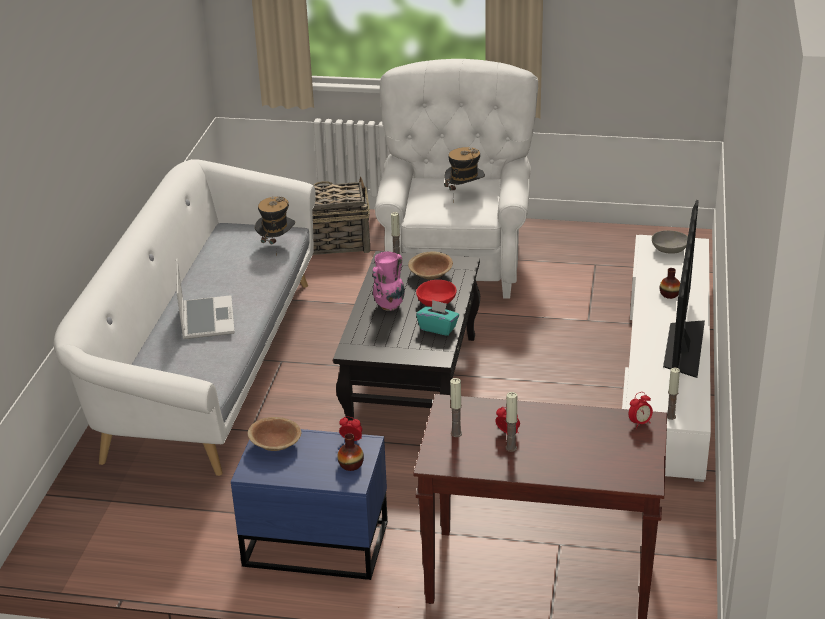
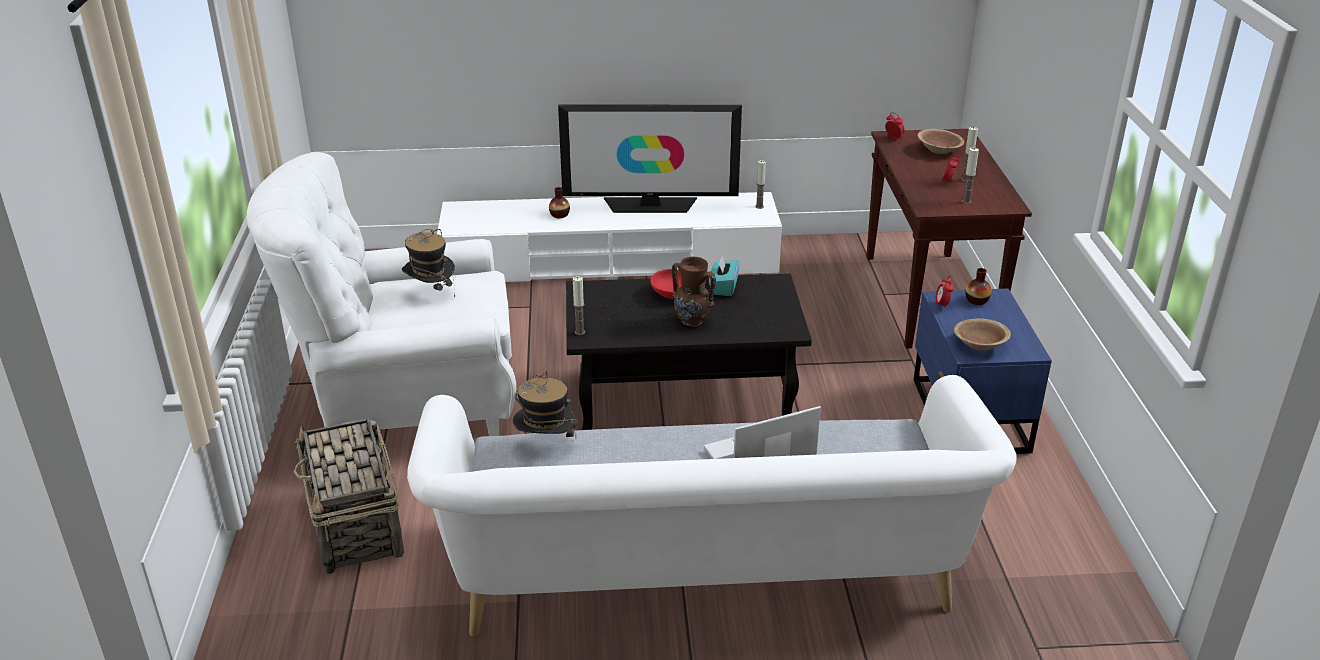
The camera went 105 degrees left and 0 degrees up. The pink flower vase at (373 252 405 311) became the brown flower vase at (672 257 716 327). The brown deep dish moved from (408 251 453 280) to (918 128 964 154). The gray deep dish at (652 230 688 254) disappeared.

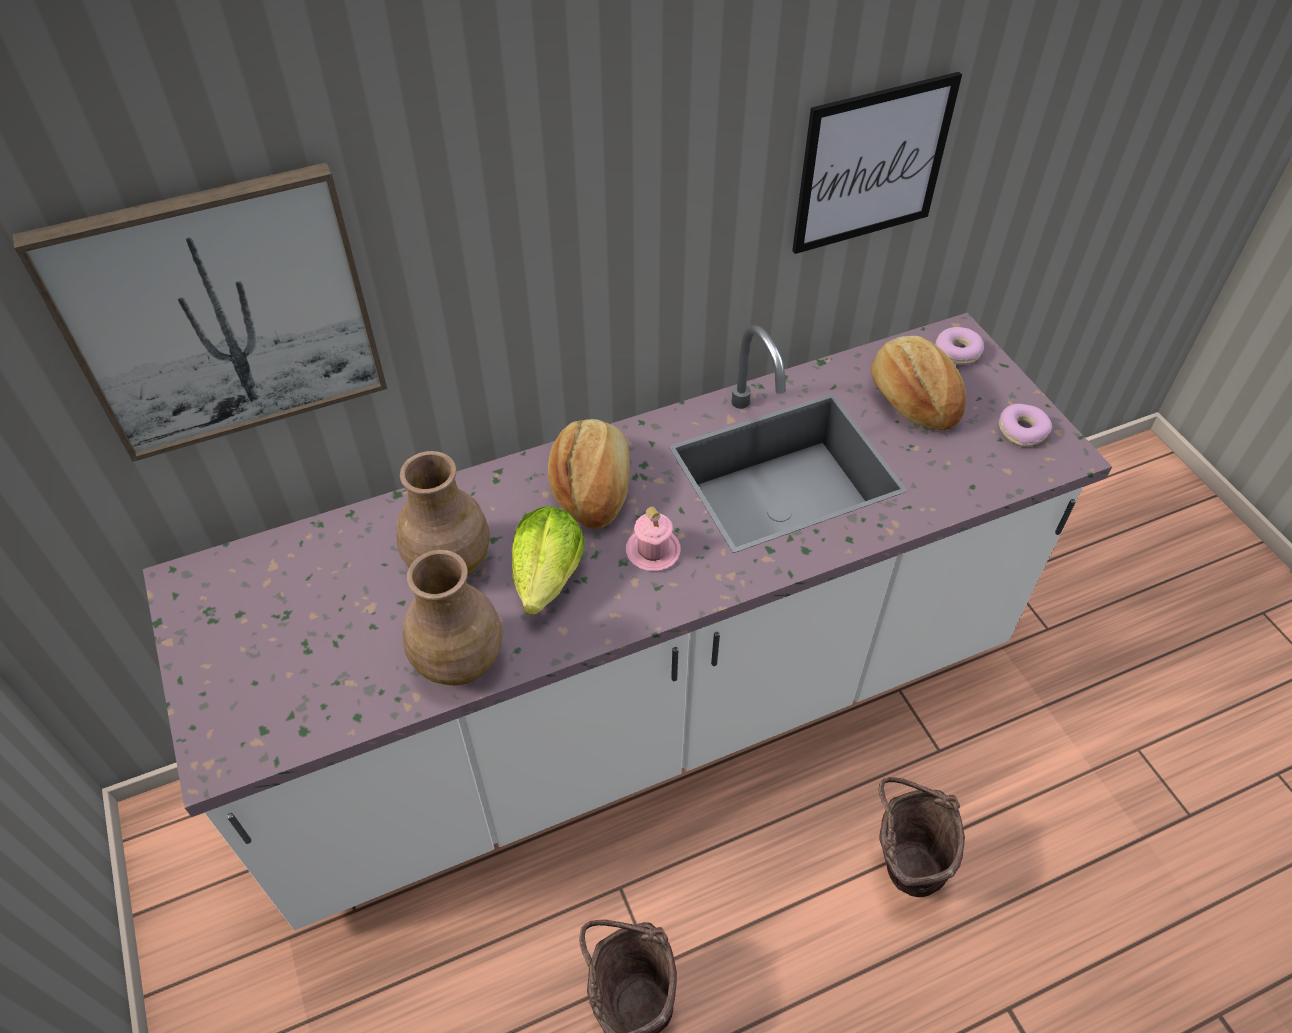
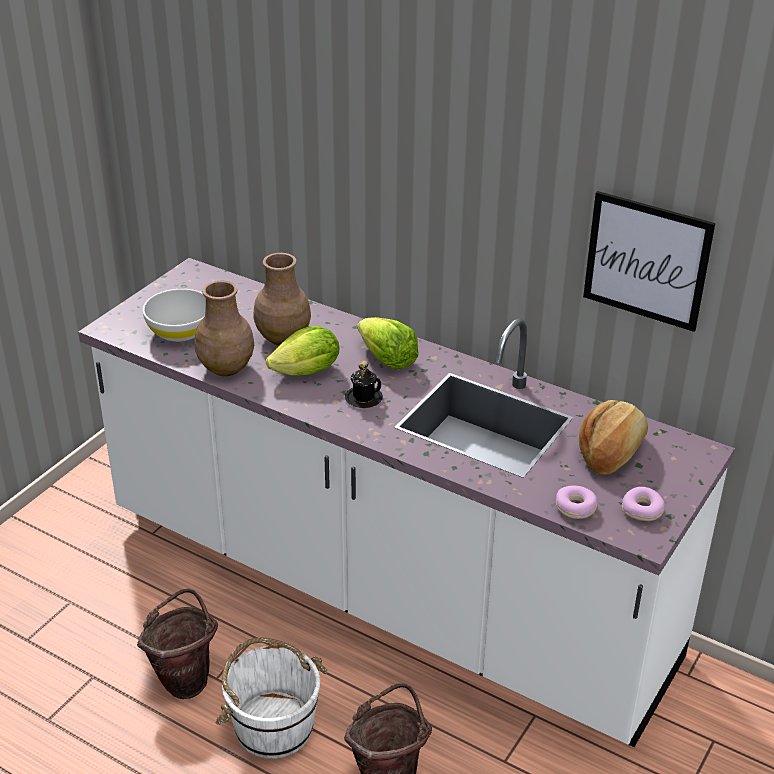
The camera went 55 degrees right and 15 degrees down. The white-coloured deep dish at (142 289 206 342) appeared. The white-coloured pail at (216 638 328 759) appeared. The pink mug at (626 507 681 571) became the blackish mug at (345 361 383 408). The bread at (548 419 630 529) was replaced by the lettuce at (357 317 418 370). The ring doughnut moved from (935 327 984 365) to (556 486 598 519). The picture at (13 162 387 462) disappeared.

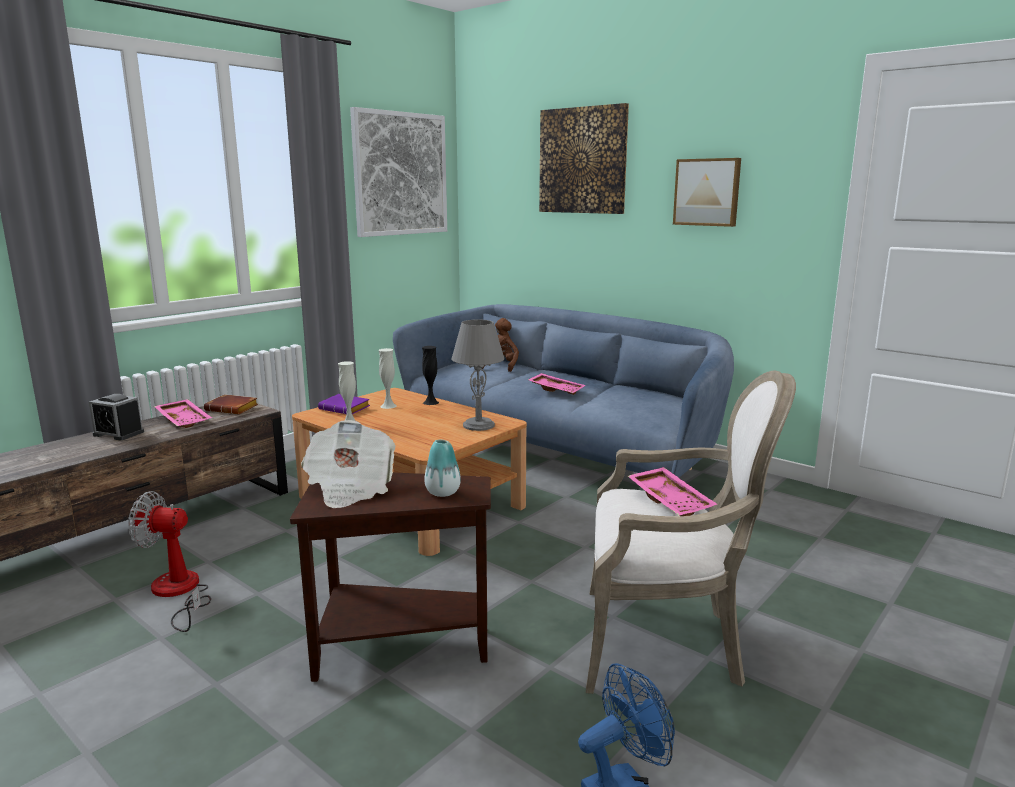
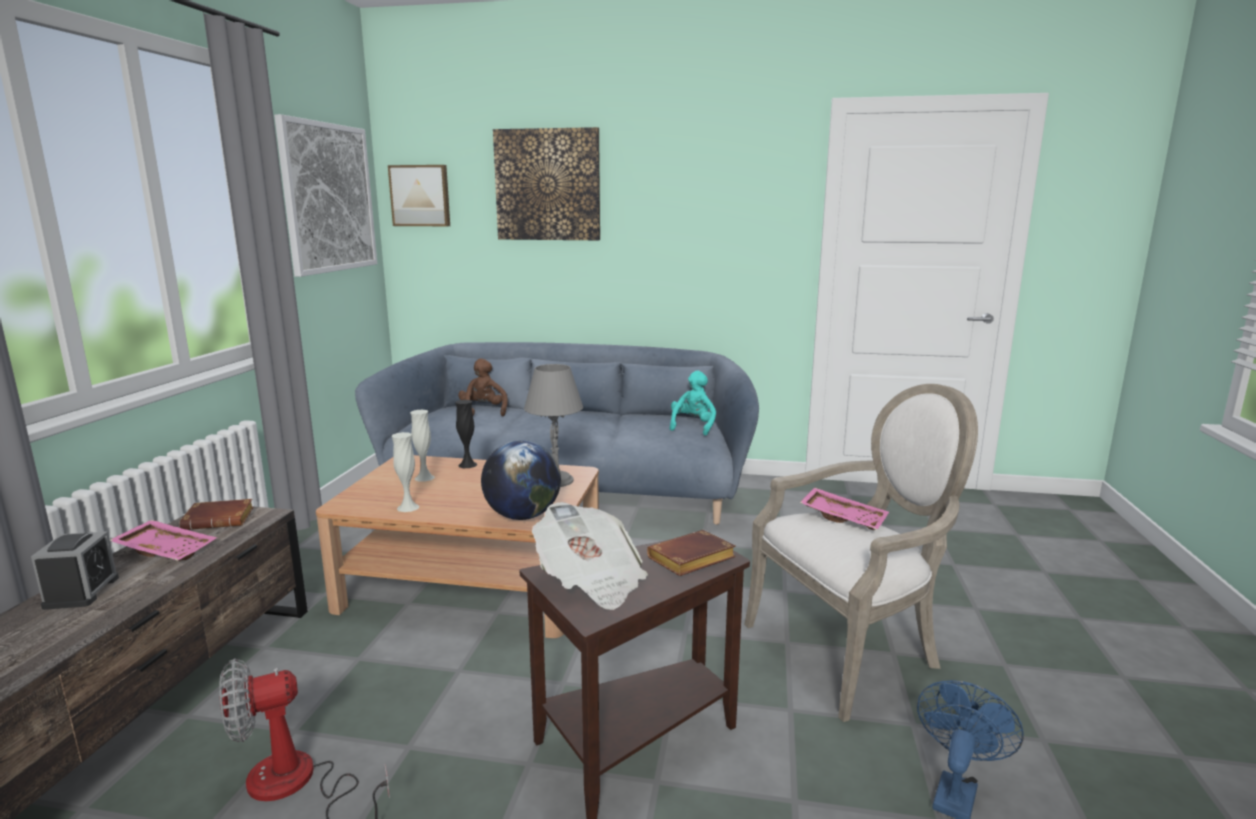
The camera went 30 degrees left and 0 degrees up. The bedside clock at (89 394 144 440) turned 90 degrees counterclockwise. The picture moved from (673 158 741 227) to (388 165 450 226). The desk globe at (481 440 561 520) appeared. The flower vase at (424 440 461 497) was replaced by the brown volume at (647 530 736 576). The blue-green soft toy at (670 370 716 436) appeared. The purple volume at (318 394 370 414) disappeared. The pink tray at (528 373 585 395) disappeared.

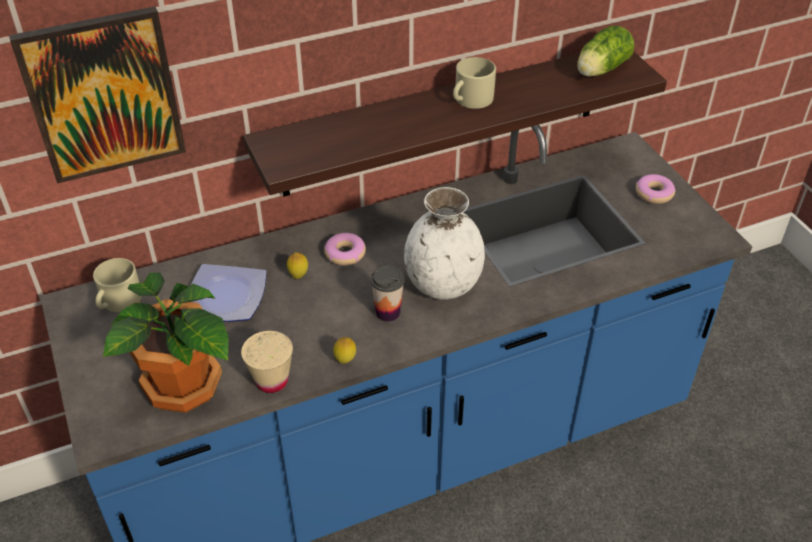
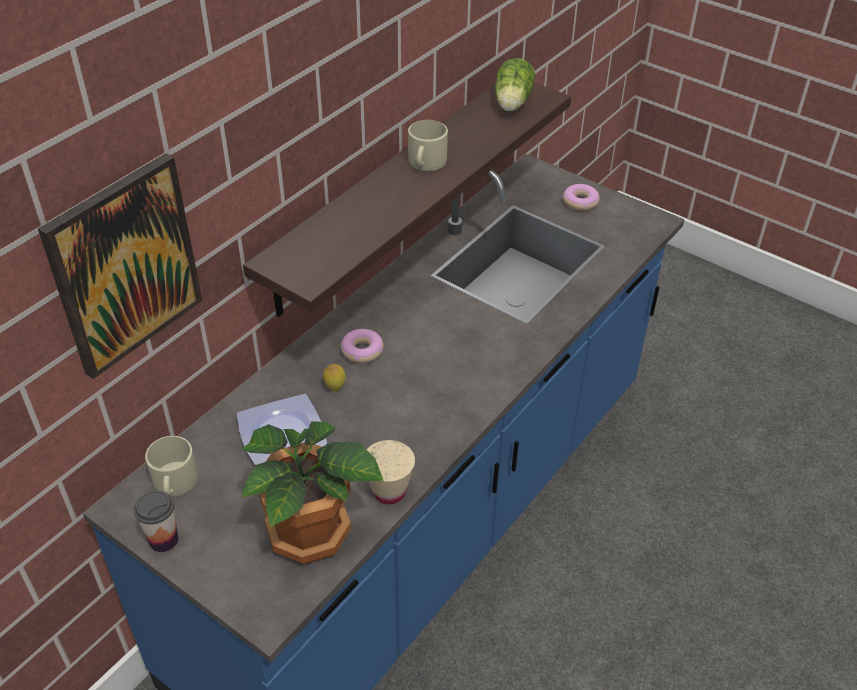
The camera went 30 degrees left and 0 degrees up. The cup moved from (371 265 405 322) to (134 490 178 552). The lemon at (333 337 356 364) disappeared. The white-coloured flower vase at (404 187 485 300) disappeared.

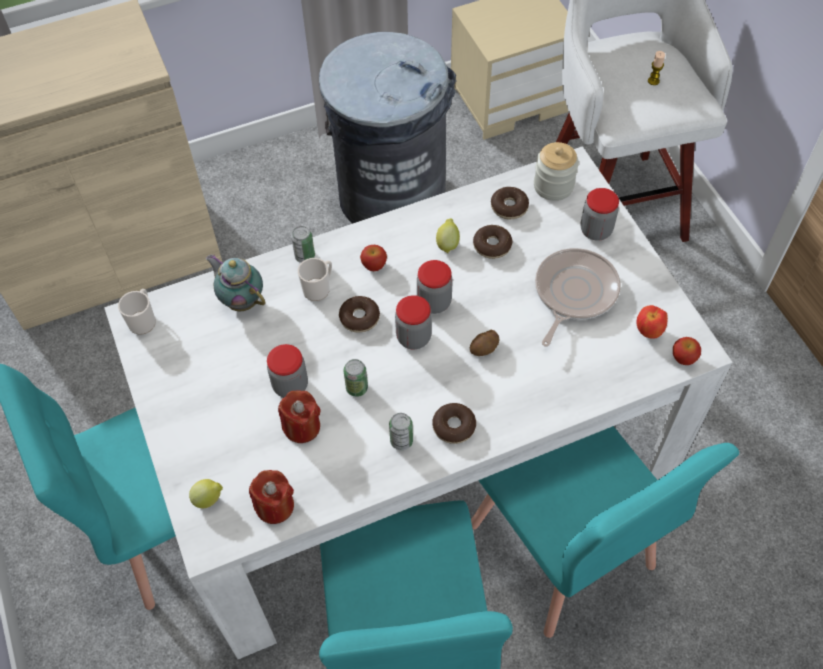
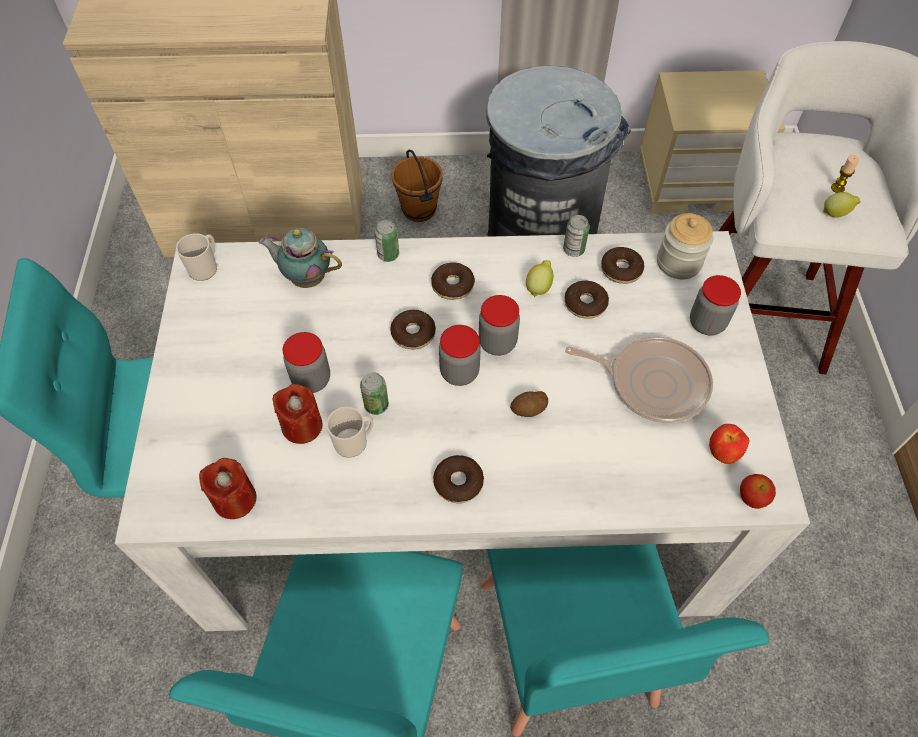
The camera went 20 degrees right and 0 degrees up. The pot for tea at (206 254 266 311) turned 45 degrees counterclockwise. The mug moved from (298 258 332 301) to (326 407 373 458). The brown pail at (391 149 443 222) appeared. The apple at (360 245 387 271) was replaced by the ring doughnut at (431 263 475 300). The can moved from (389 413 413 450) to (563 215 590 257). The skillet at (535 248 621 347) turned 60 degrees clockwise. The lemon moved from (189 479 223 508) to (823 192 860 218).

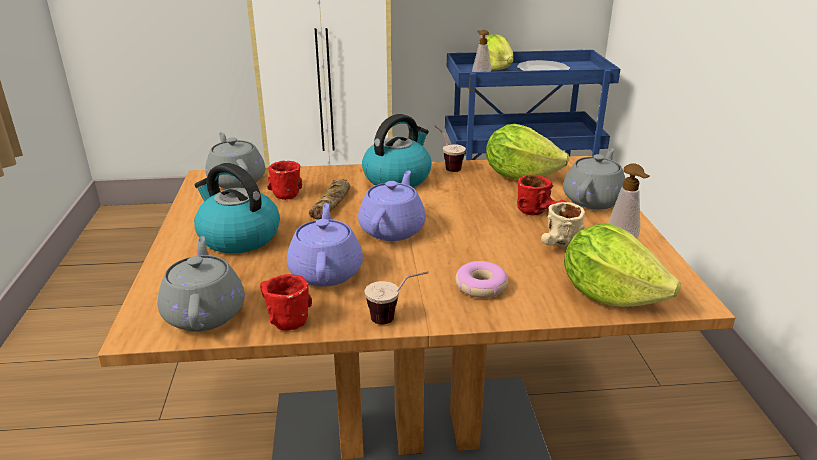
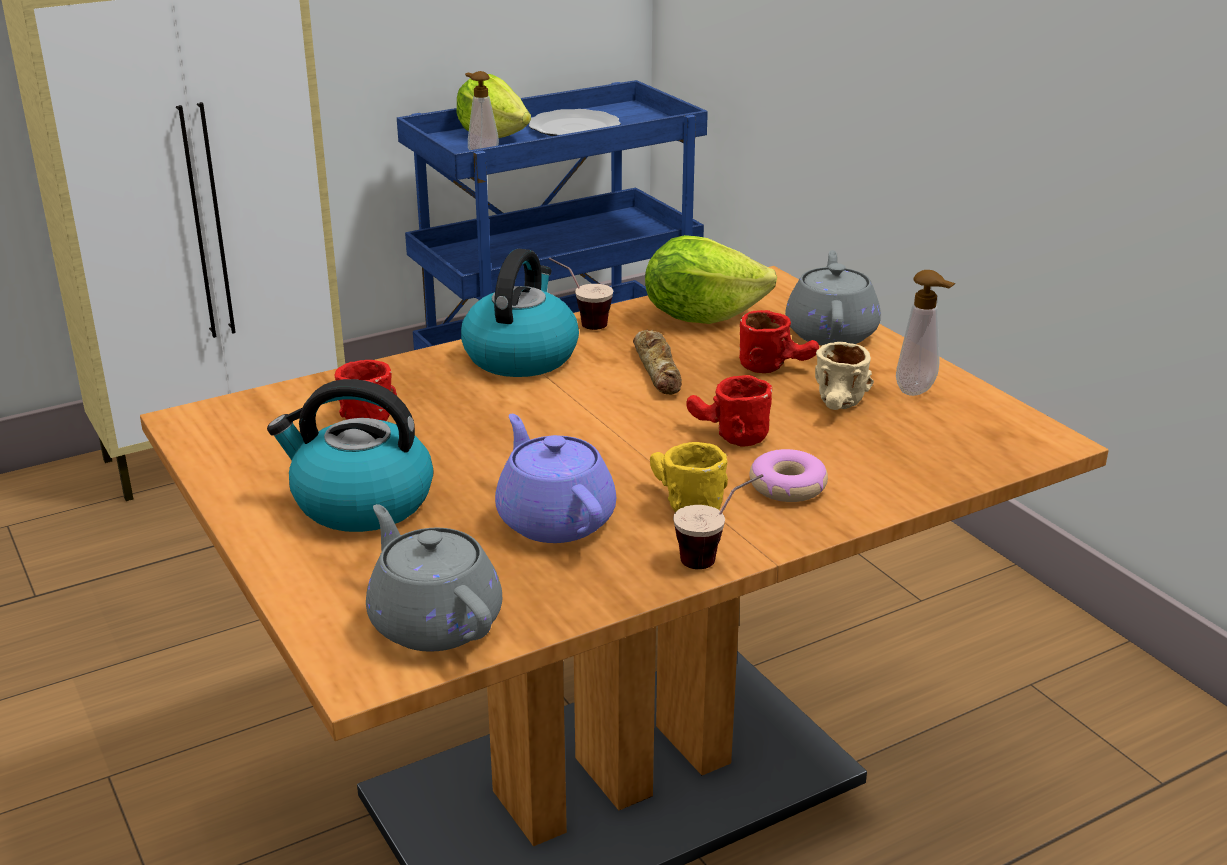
The camera went 25 degrees left and 0 degrees up. The bread moved from (309 179 350 220) to (633 330 682 395). The yellowish mug at (650 442 728 513) appeared. The reddish mug moved from (260 274 312 331) to (686 375 772 447). The gray pot for tea at (205 132 265 189) disappeared. The purple pot for tea at (358 170 426 241) disappeared. The lettuce at (564 223 681 307) disappeared.

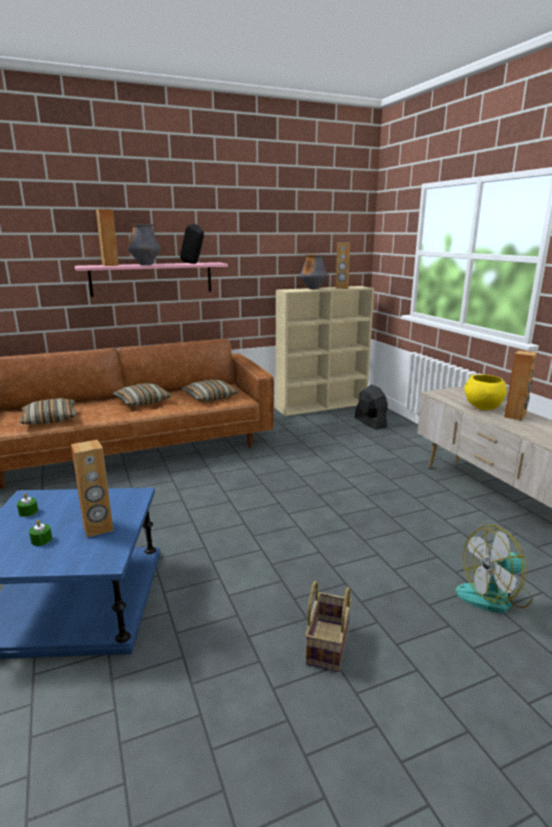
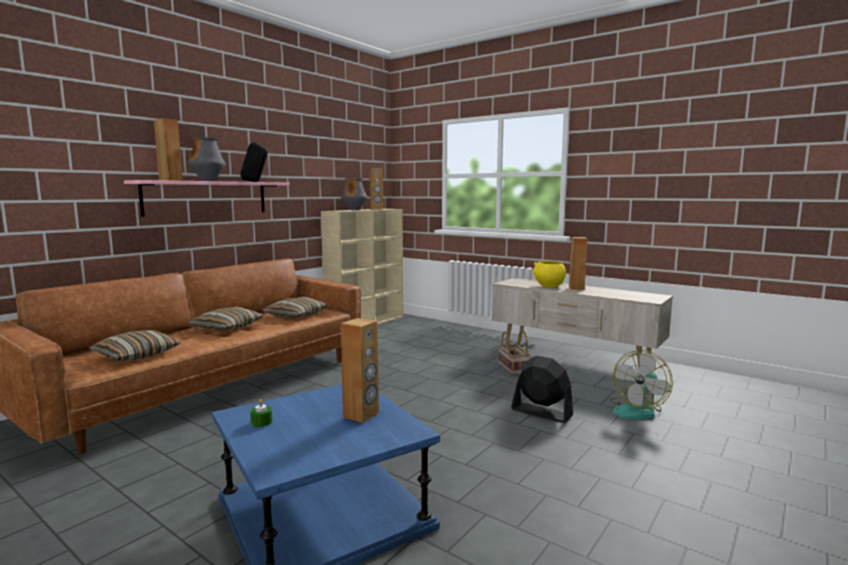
The camera went 30 degrees left and 10 degrees down. The household basket moved from (305 581 352 672) to (499 330 530 375). The blackish cooling fan moved from (355 385 388 430) to (511 356 573 423). The greenish wax candle at (29 520 52 546) disappeared.

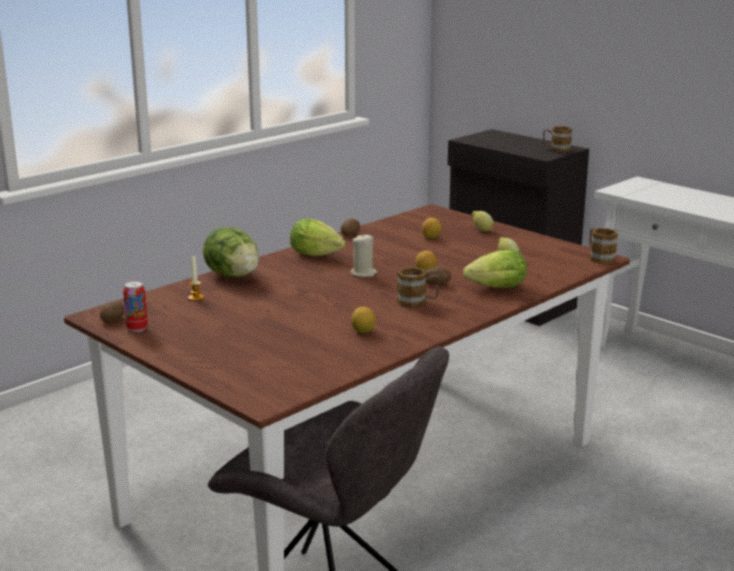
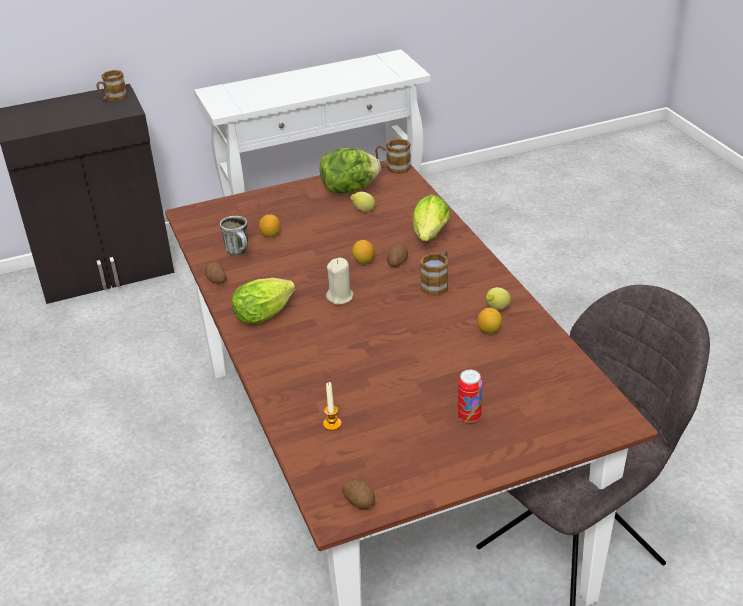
The camera went 65 degrees left and 15 degrees up. The mug at (220 216 248 256) appeared. The lettuce moved from (203 228 259 278) to (320 148 381 194). The can moved from (123 281 148 332) to (458 370 482 423). The lemon moved from (472 211 493 232) to (486 287 511 310).

